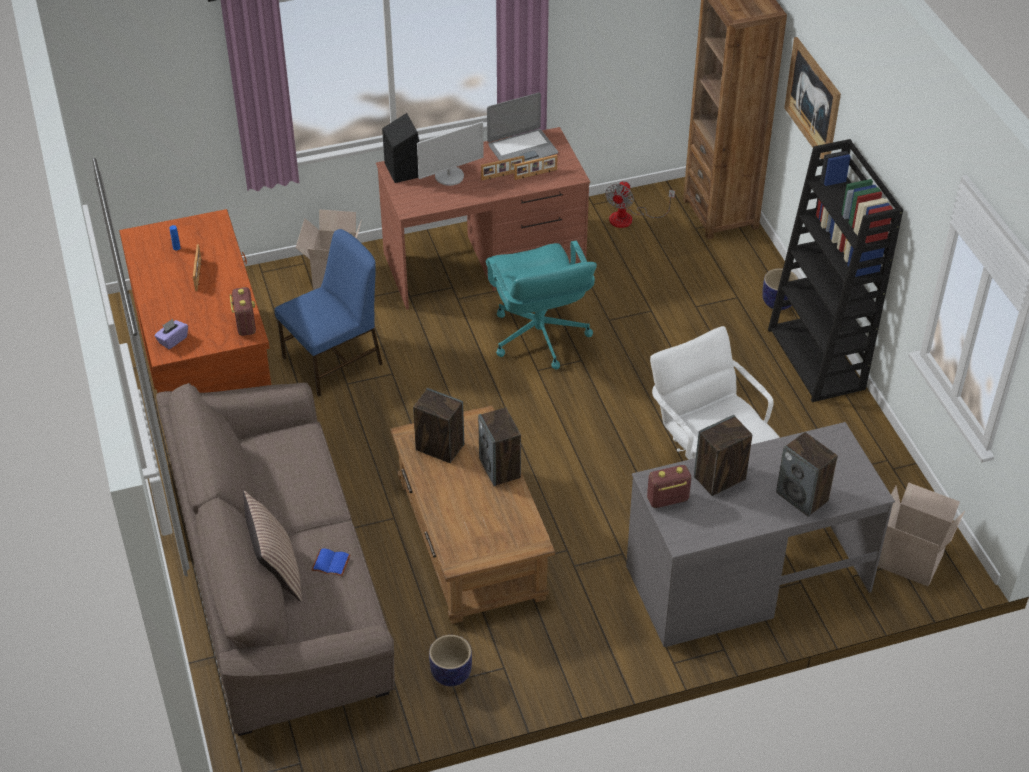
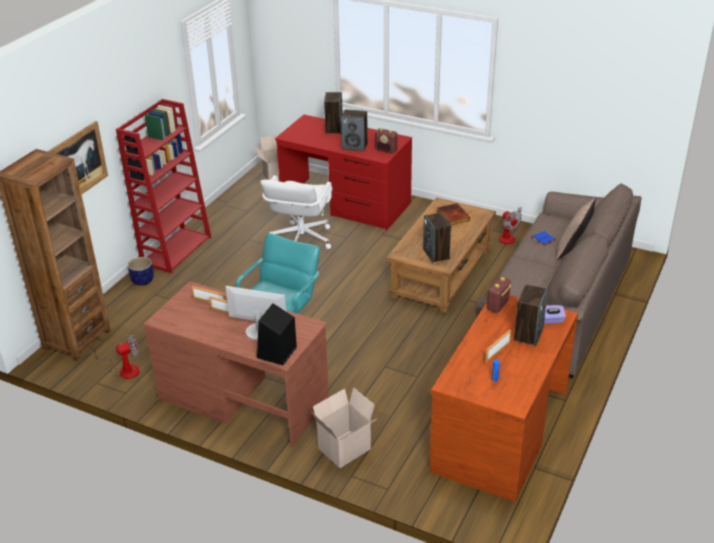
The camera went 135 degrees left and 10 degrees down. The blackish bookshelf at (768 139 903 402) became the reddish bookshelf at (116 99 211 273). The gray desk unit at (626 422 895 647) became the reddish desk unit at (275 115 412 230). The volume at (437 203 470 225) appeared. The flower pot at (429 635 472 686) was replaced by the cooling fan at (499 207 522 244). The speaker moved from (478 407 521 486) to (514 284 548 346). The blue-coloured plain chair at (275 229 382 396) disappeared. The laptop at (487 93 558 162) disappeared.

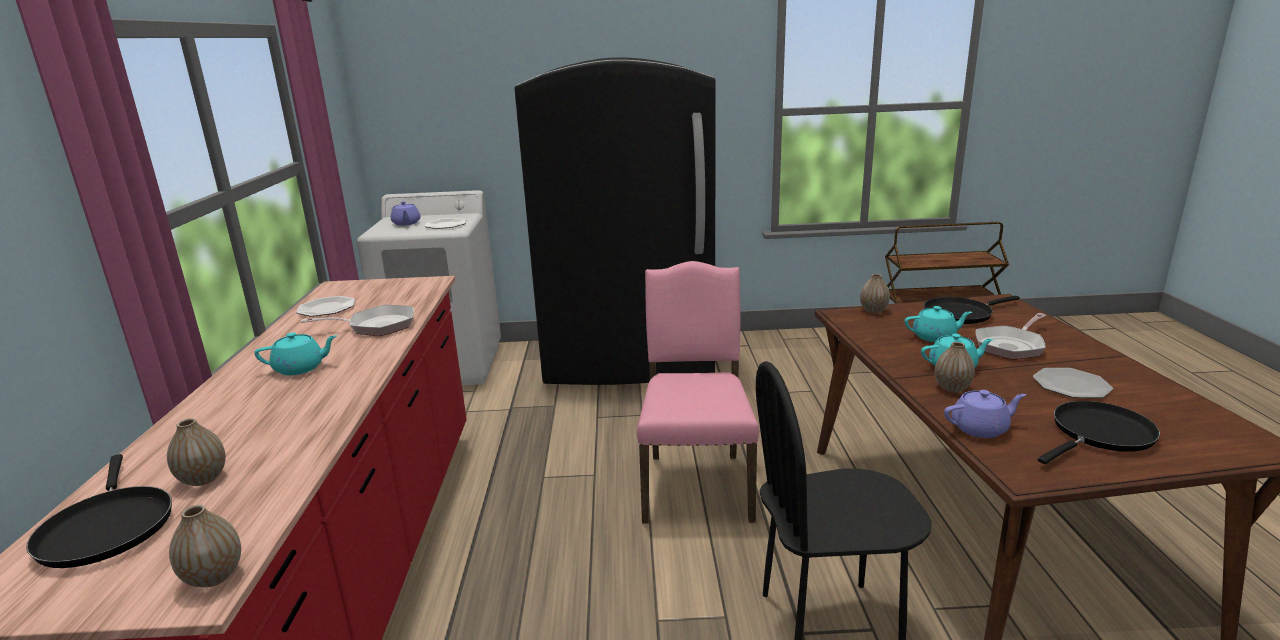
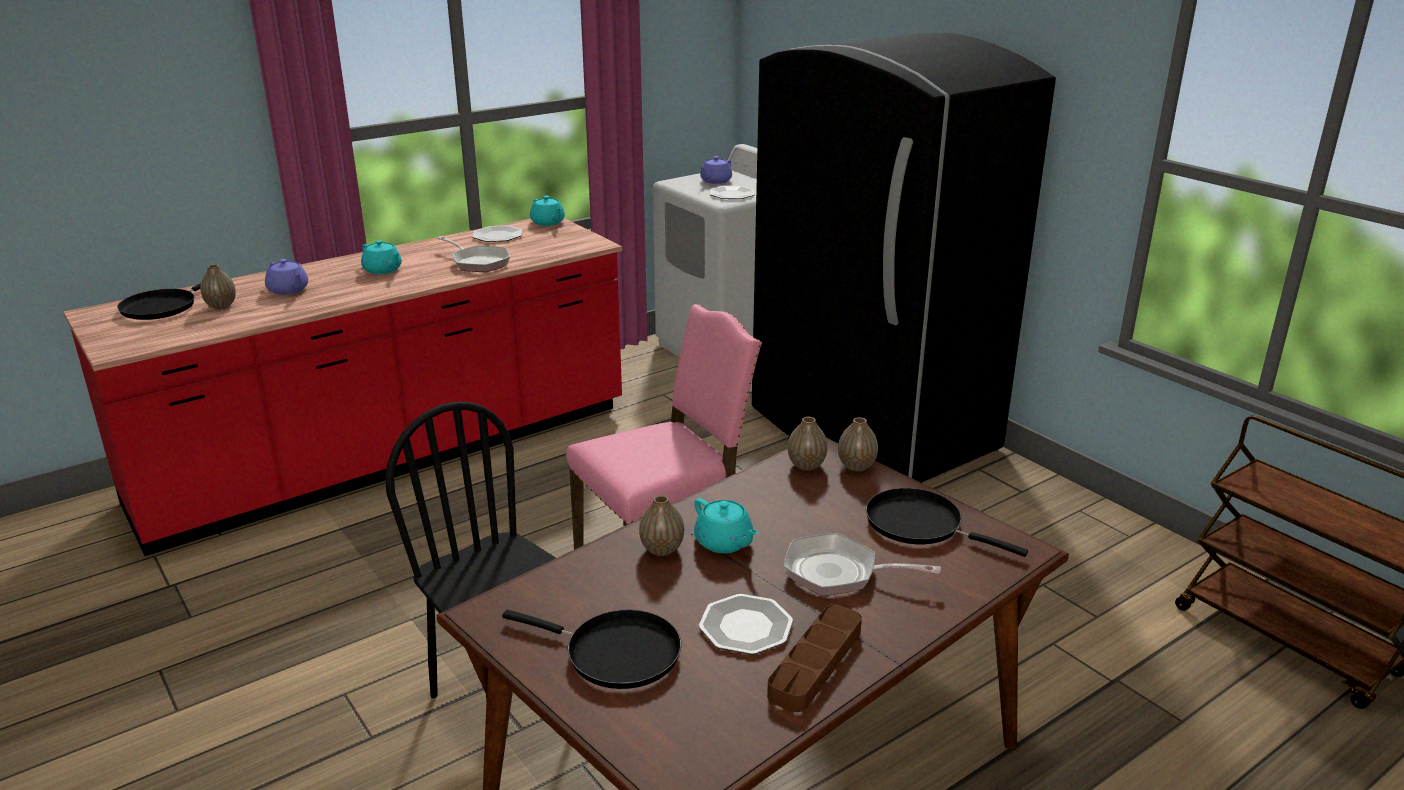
The camera went 55 degrees right and 5 degrees up. The purple pot for tea moved from (944 390 1026 438) to (265 259 308 295). The blue-green pot for tea moved from (904 306 972 342) to (530 196 565 226). The brown tray at (767 604 862 712) appeared. The flower vase moved from (169 505 241 588) to (788 417 827 471).

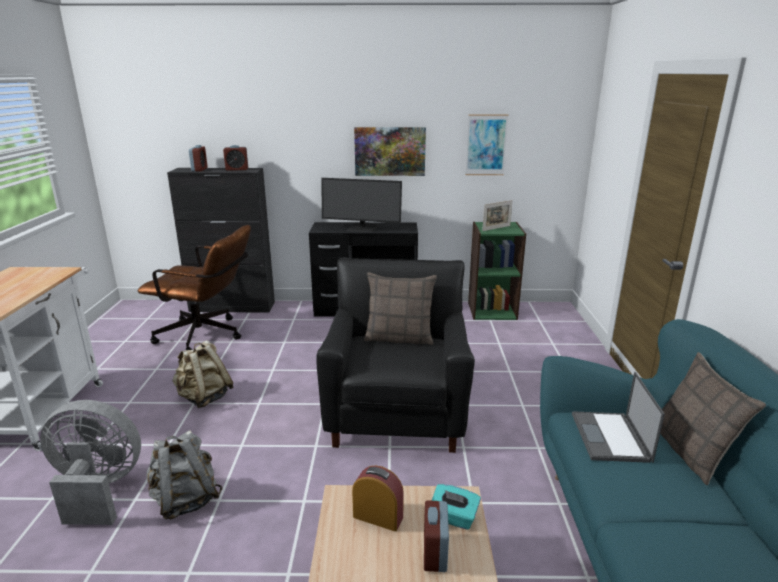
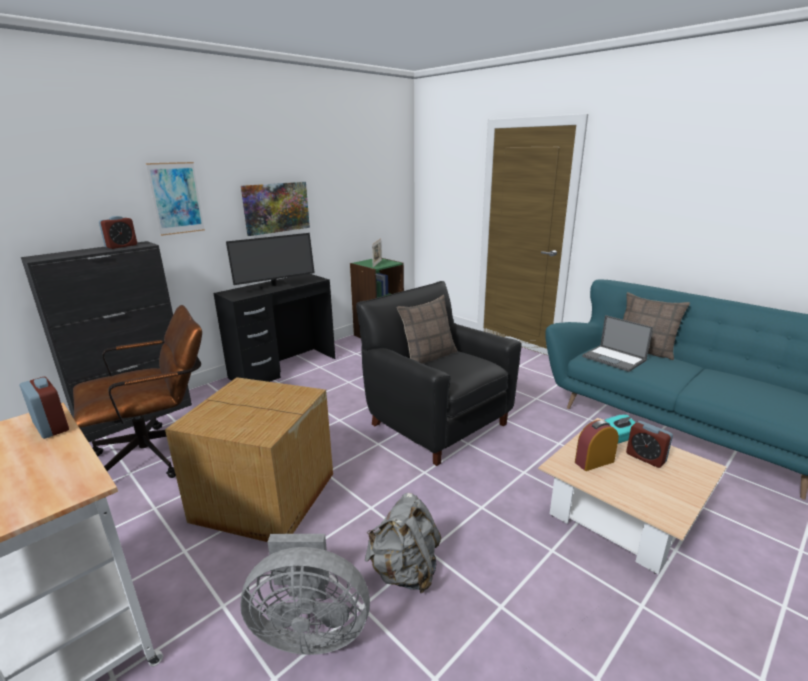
The camera went 45 degrees left and 0 degrees up. The bedside clock moved from (189 145 208 171) to (20 377 69 439). The picture moved from (465 114 508 175) to (146 162 205 236). The beige-coloured rucksack at (173 340 233 408) was replaced by the carton at (165 377 333 542). The gray cooling fan at (40 400 141 525) turned 135 degrees counterclockwise.

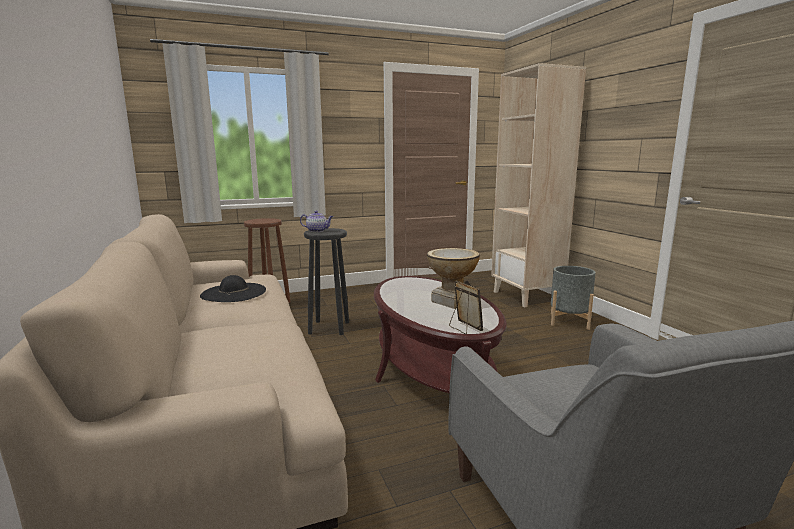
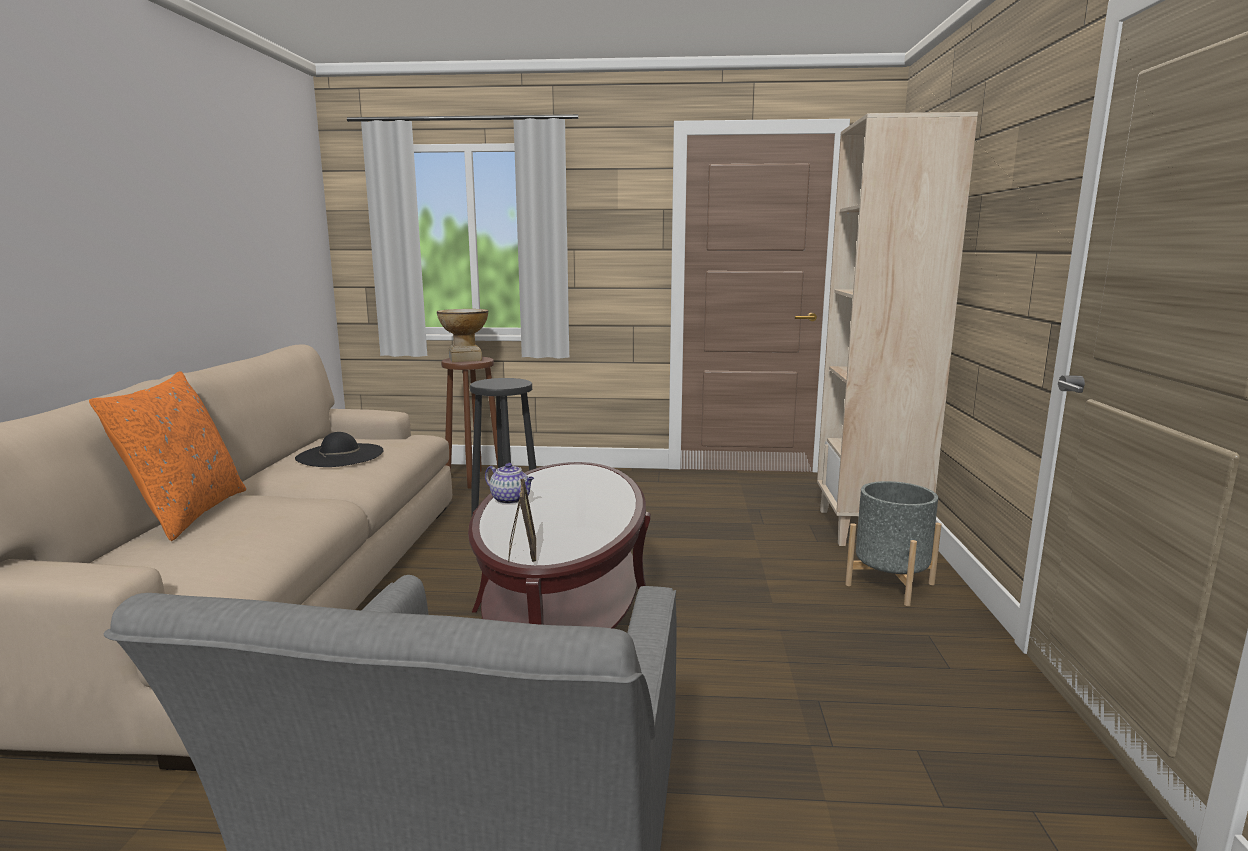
The camera went 25 degrees right and 0 degrees up. The orange-coloured pillow at (89 371 246 541) appeared. The flower vase moved from (427 248 480 309) to (437 309 488 362). The pot for tea moved from (300 211 333 232) to (485 463 534 504).

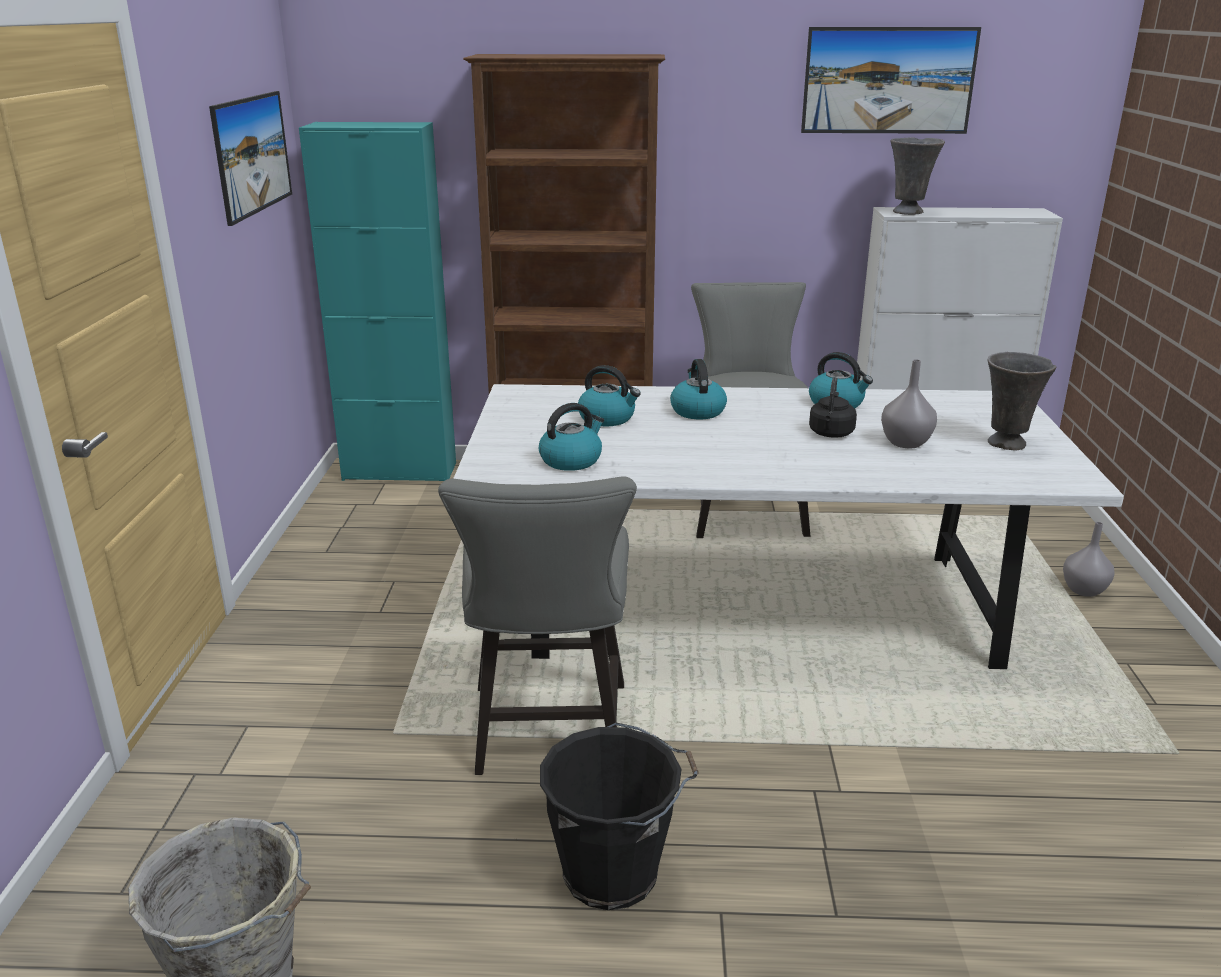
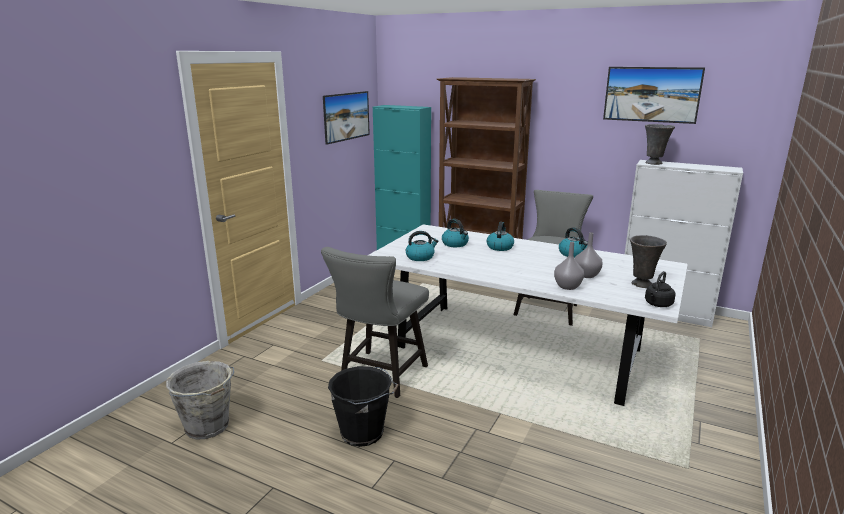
The camera went 25 degrees right and 5 degrees down. The gray flower vase moved from (1063 522 1114 597) to (554 242 584 290). The blackish kettle moved from (809 377 857 438) to (645 271 676 307).

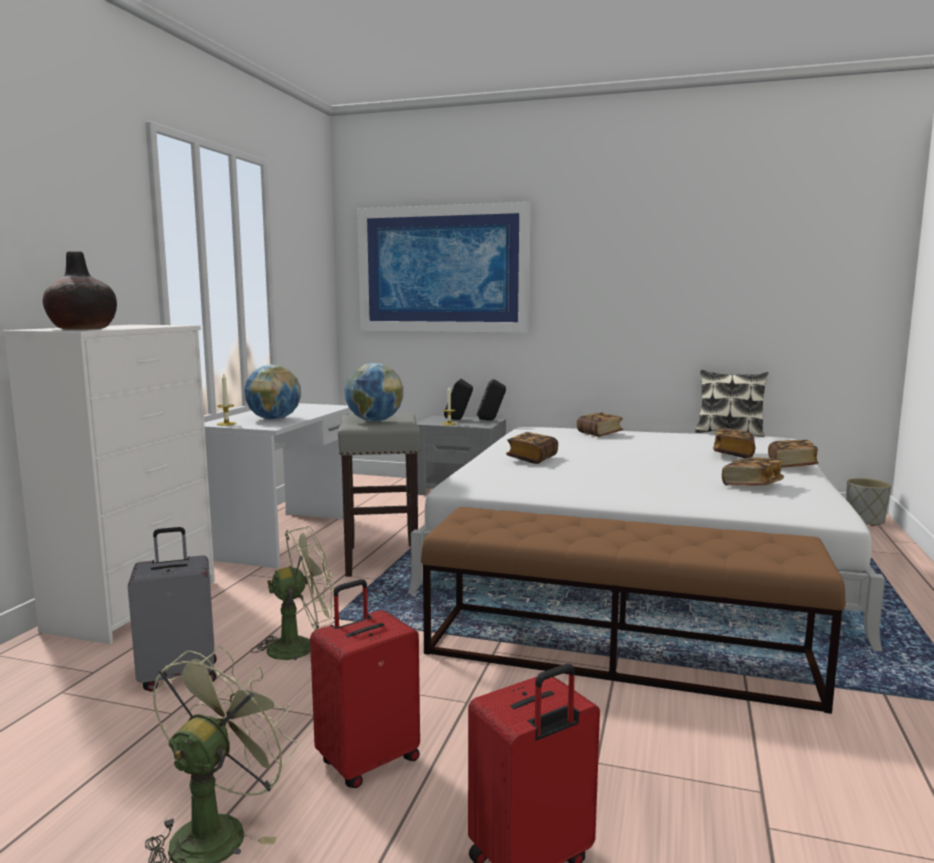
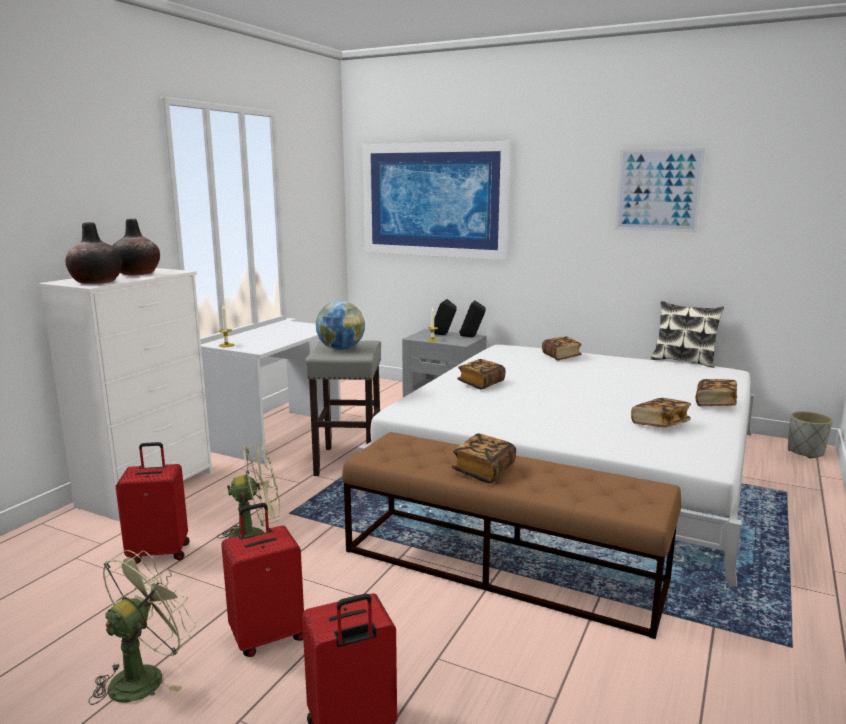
The camera went 10 degrees right and 5 degrees up. The flower vase at (112 219 160 276) appeared. The gray suitcase at (128 527 217 692) became the reddish suitcase at (116 442 190 564). The volume moved from (713 428 755 458) to (451 433 516 483). The picture at (615 148 705 232) appeared. The desk globe at (244 364 301 420) disappeared.

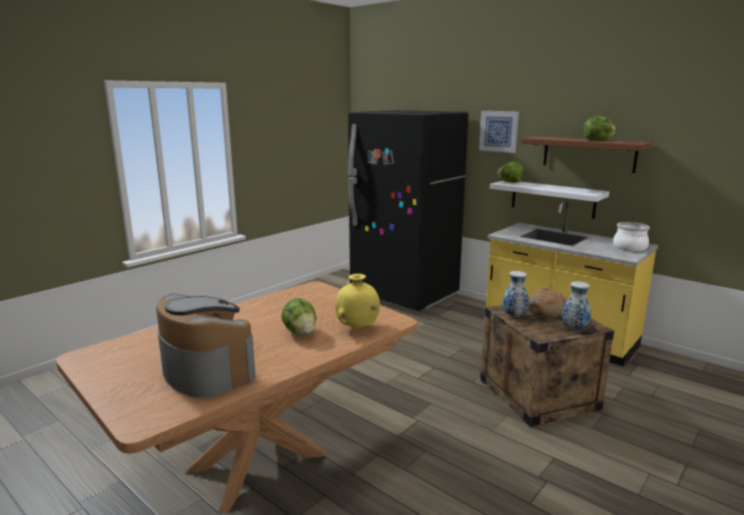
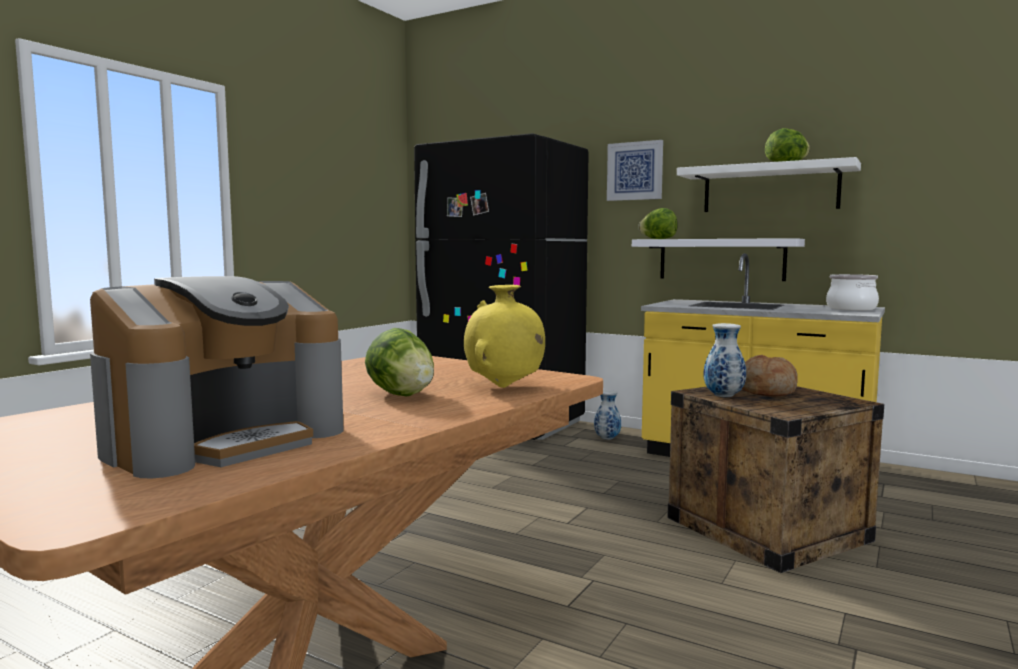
The camera went 10 degrees left and 10 degrees down. The coffee brewer at (156 293 256 397) turned 90 degrees clockwise. The flower vase moved from (562 281 591 330) to (594 390 621 440). The brown bracket shelf at (521 136 653 173) became the white-coloured bracket shelf at (677 157 861 212).

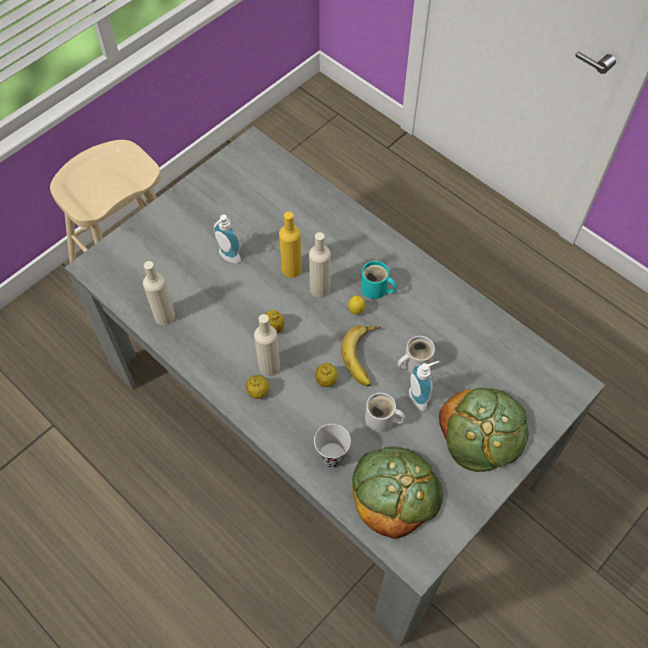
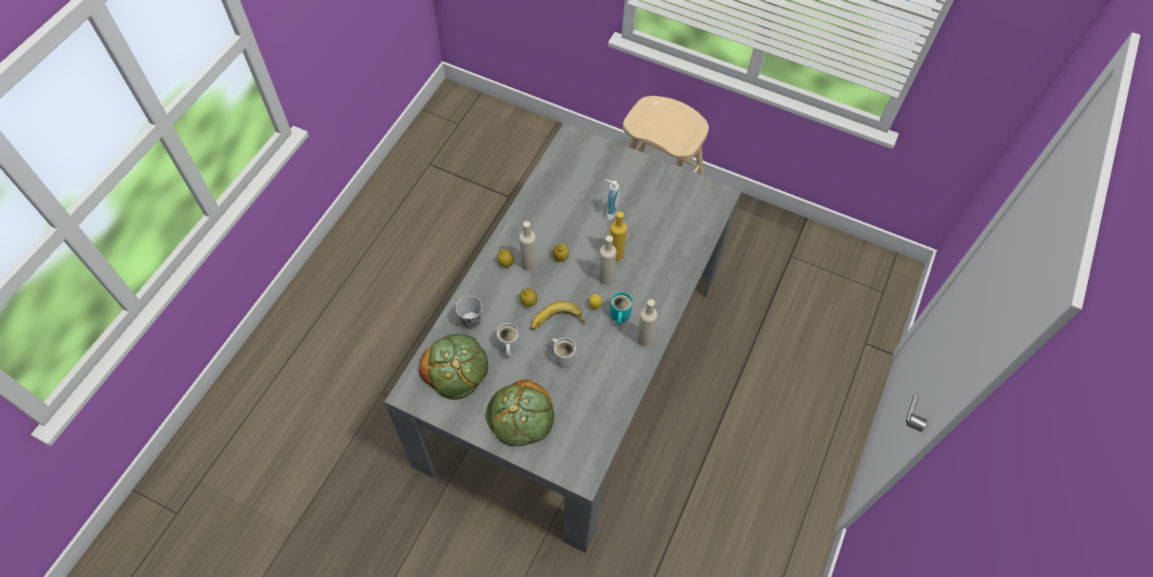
The camera went 70 degrees right and 0 degrees up. The beige-coloured bottle moved from (143 261 175 325) to (636 299 658 346). The soap bottle at (409 361 439 411) disappeared.

